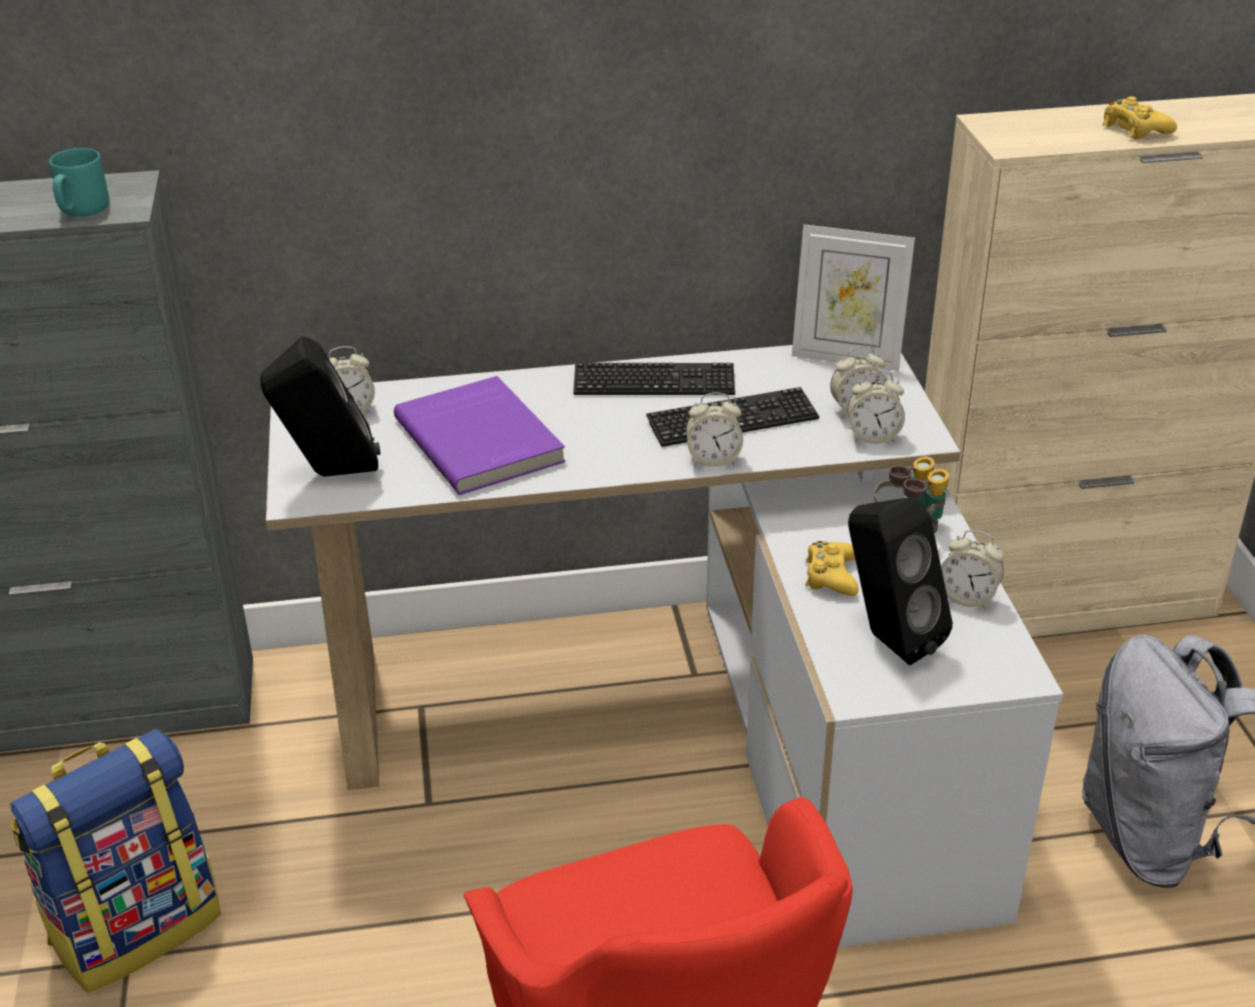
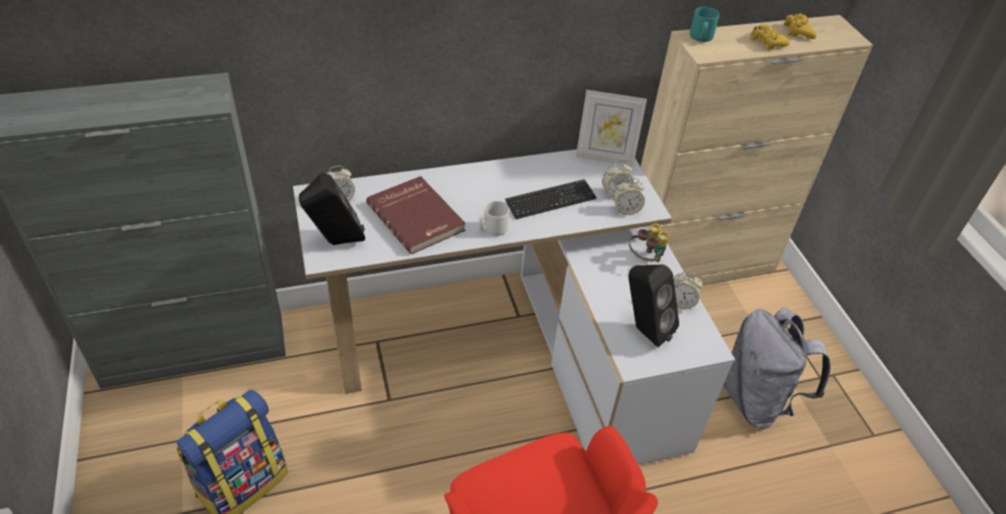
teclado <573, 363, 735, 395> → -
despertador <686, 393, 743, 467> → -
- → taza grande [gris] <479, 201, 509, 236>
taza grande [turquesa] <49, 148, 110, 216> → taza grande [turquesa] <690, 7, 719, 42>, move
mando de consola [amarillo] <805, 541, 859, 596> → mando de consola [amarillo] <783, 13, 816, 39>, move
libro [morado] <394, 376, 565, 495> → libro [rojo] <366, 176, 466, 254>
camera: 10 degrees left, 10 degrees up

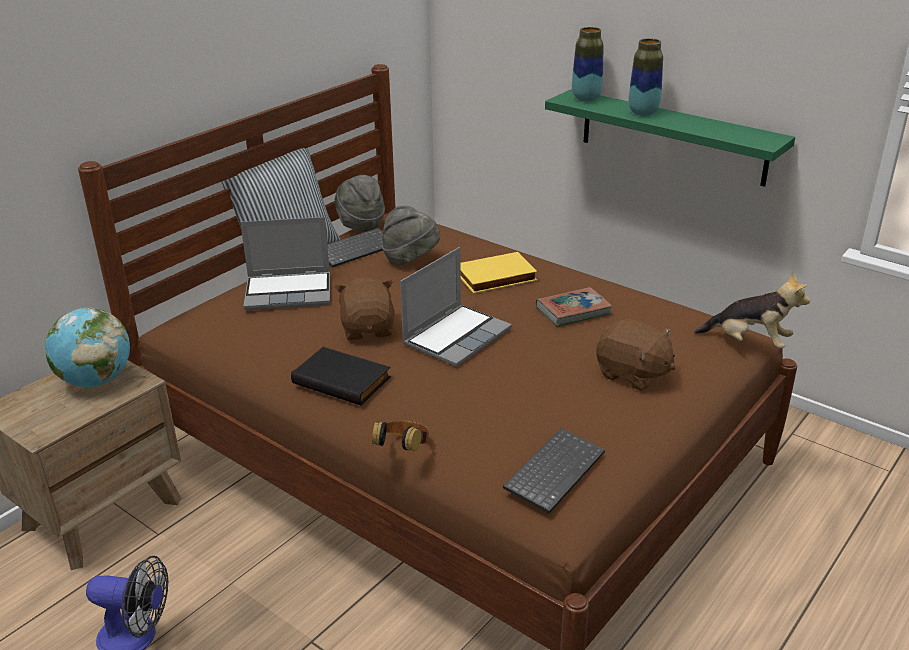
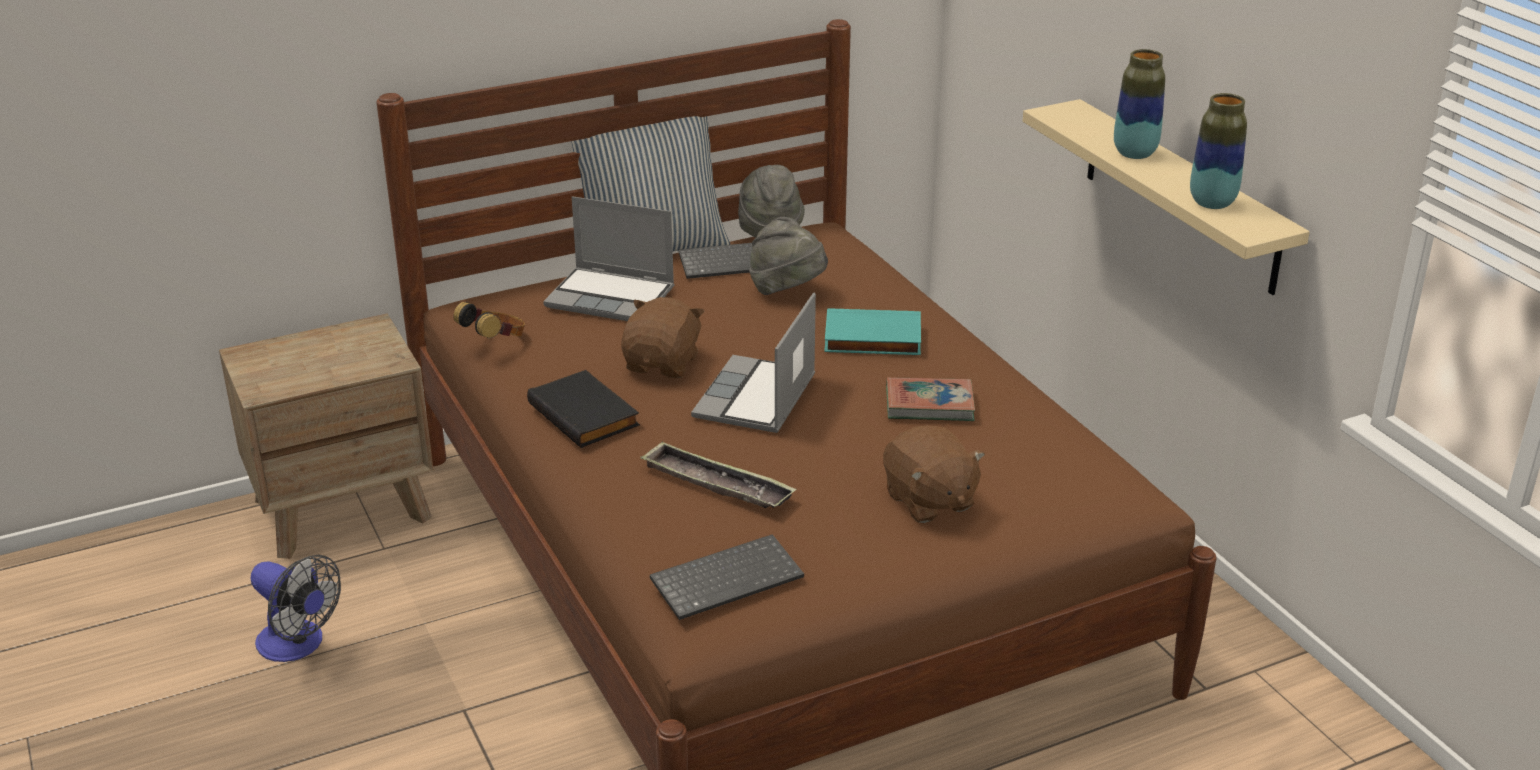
globo terráqueo <45, 308, 130, 387> → -
peluche <694, 272, 810, 348> → -
- → bandeja <640, 441, 797, 508>
auriculares <372, 421, 429, 451> → auriculares <453, 302, 525, 338>, move
florero <572, 27, 603, 102> → florero <1190, 93, 1247, 209>, move
libro [amarillo] <461, 252, 537, 294> → libro [turquesa] <824, 309, 921, 355>
estante [verde] <545, 89, 795, 187> → estante [beis] <1023, 99, 1310, 295>
portátil <400, 247, 512, 367> → portátil <691, 292, 816, 433>, 135 degrees clockwise
camera: 25 degrees right, 0 degrees up

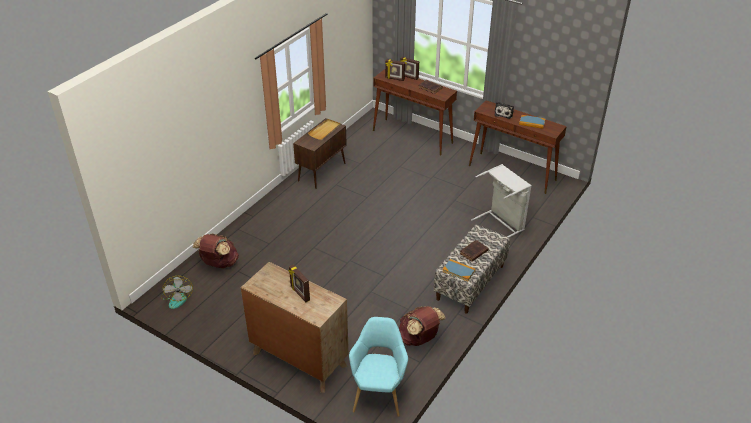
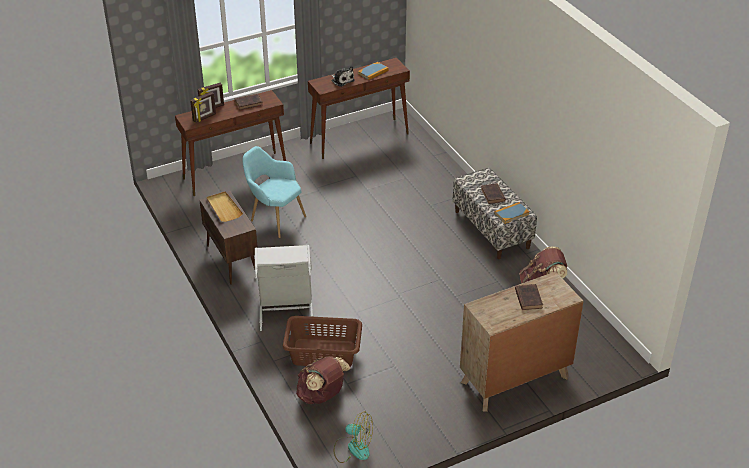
- → cesto de la ropa [marrón] <283, 316, 362, 367>
sillón [turquesa] <349, 317, 408, 417> → sillón [turquesa] <243, 146, 306, 238>, move
cesto de la ropa [gris] <471, 164, 532, 237> → cesto de la ropa [gris] <255, 245, 313, 331>, move
portarretratos <288, 265, 310, 302> → libro [marrón] <515, 284, 543, 310>
camera: 60 degrees left, 0 degrees up

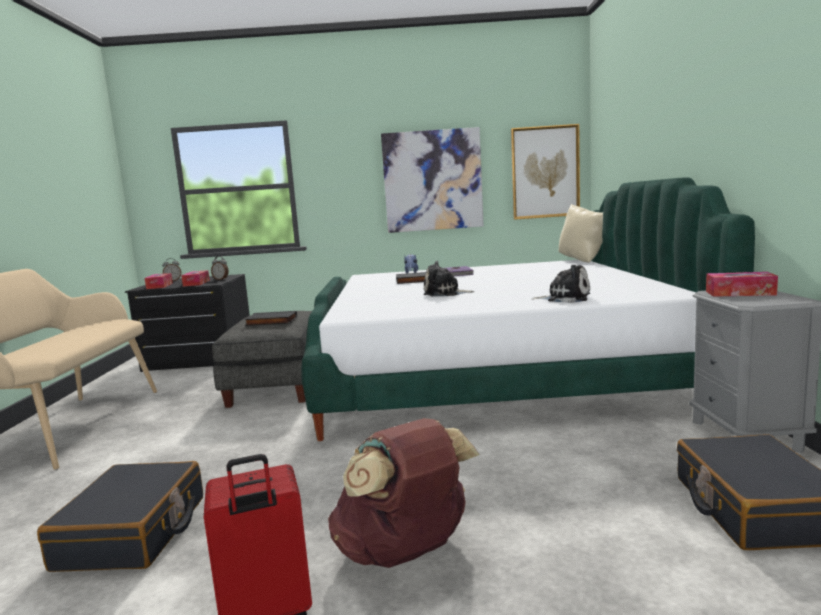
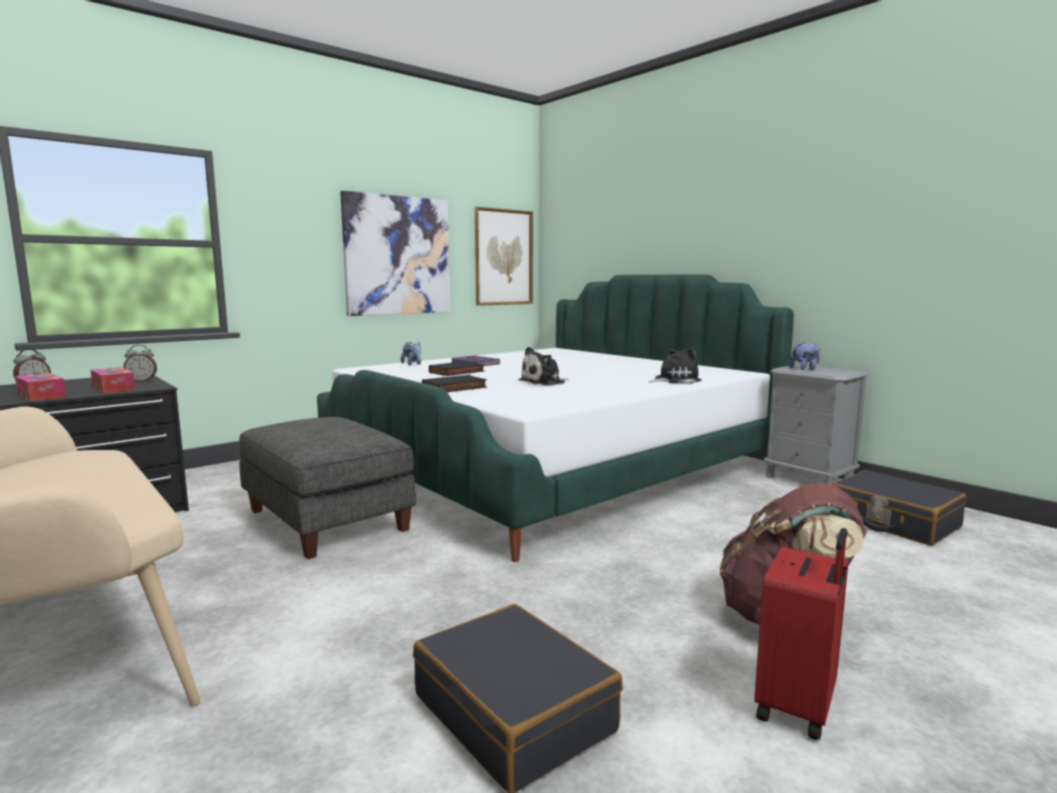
cojín [beis] <559, 204, 603, 263> → -
libro [negro] <244, 311, 297, 326> → libro [negro] <422, 375, 487, 392>, move
caja de pañuelos <706, 272, 778, 297> → peluche <789, 342, 820, 370>
camera: 40 degrees left, 0 degrees up

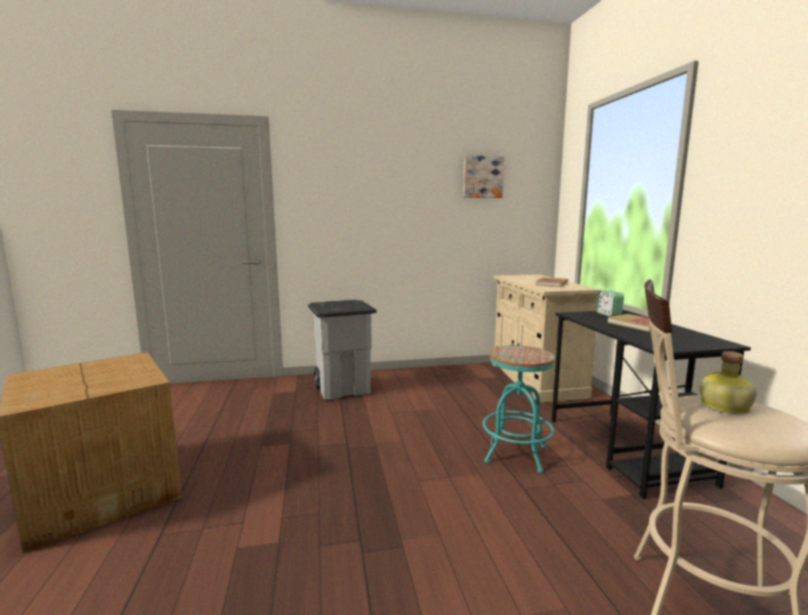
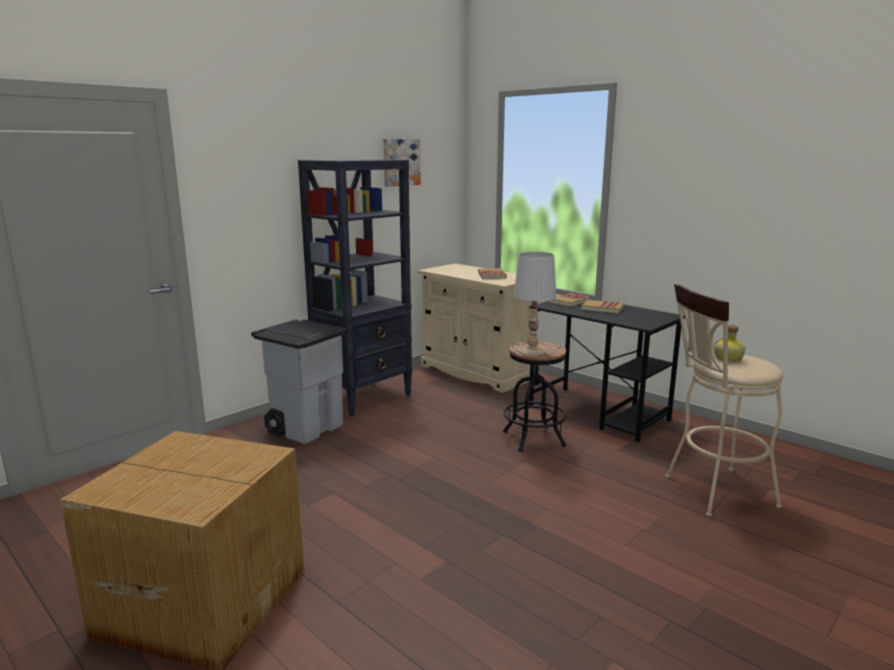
- → estantería [negro] <298, 159, 413, 417>
- → lámpara de mesa [blanco] <514, 252, 556, 356>
despertador <596, 290, 624, 317> → libro <548, 293, 590, 307>
taburete [turquesa] <483, 345, 555, 473> → taburete [negro] <503, 341, 567, 452>
camera: 35 degrees left, 5 degrees up

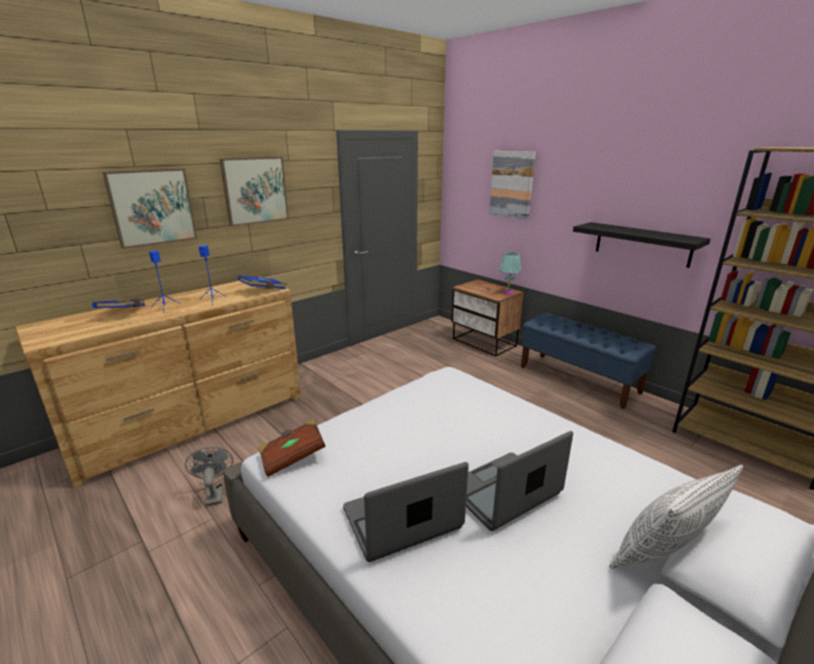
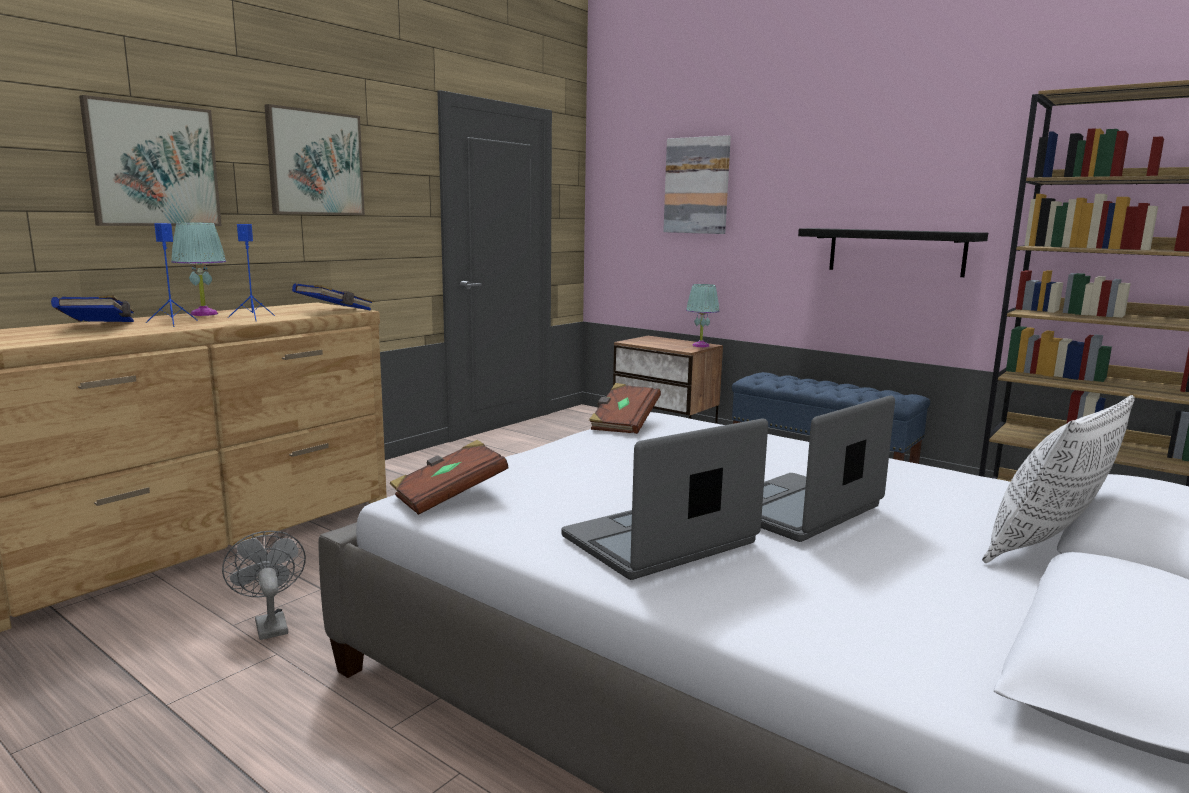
- → lámpara de mesa [turquesa] <171, 222, 226, 316>
- → libro [marrón] <589, 383, 661, 434>
camera: 10 degrees left, 10 degrees down

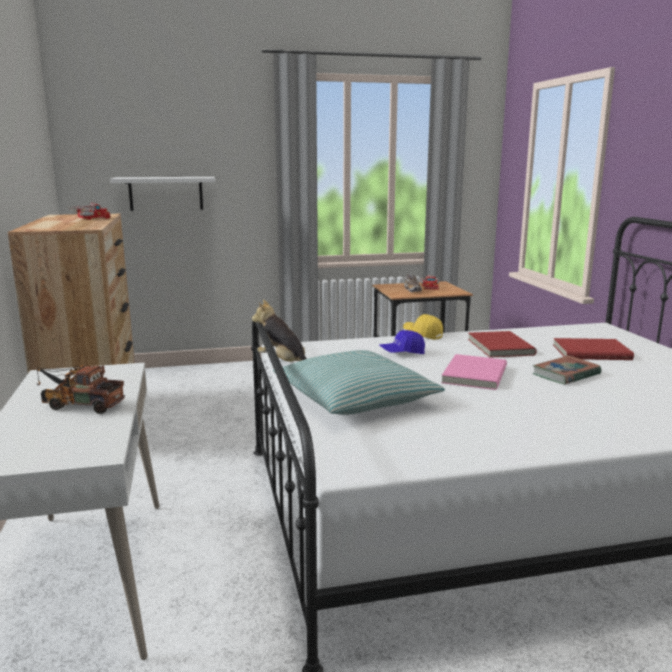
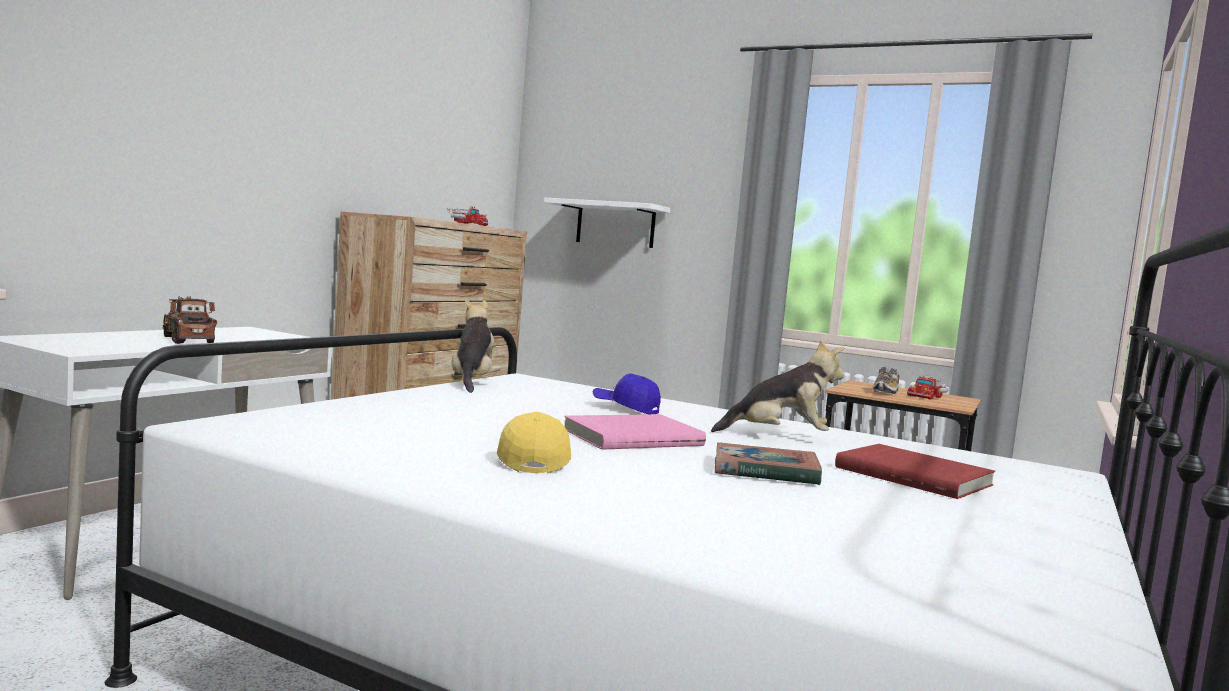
cojín <273, 350, 445, 415> → -
gorra [amarillo] <403, 314, 443, 340> → gorra [amarillo] <497, 412, 571, 474>, move
libro [rojo] <468, 331, 537, 357> → peluche <711, 340, 844, 432>
camera: 40 degrees right, 10 degrees down

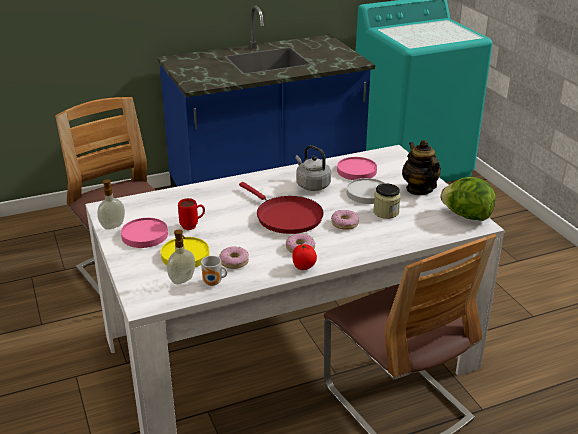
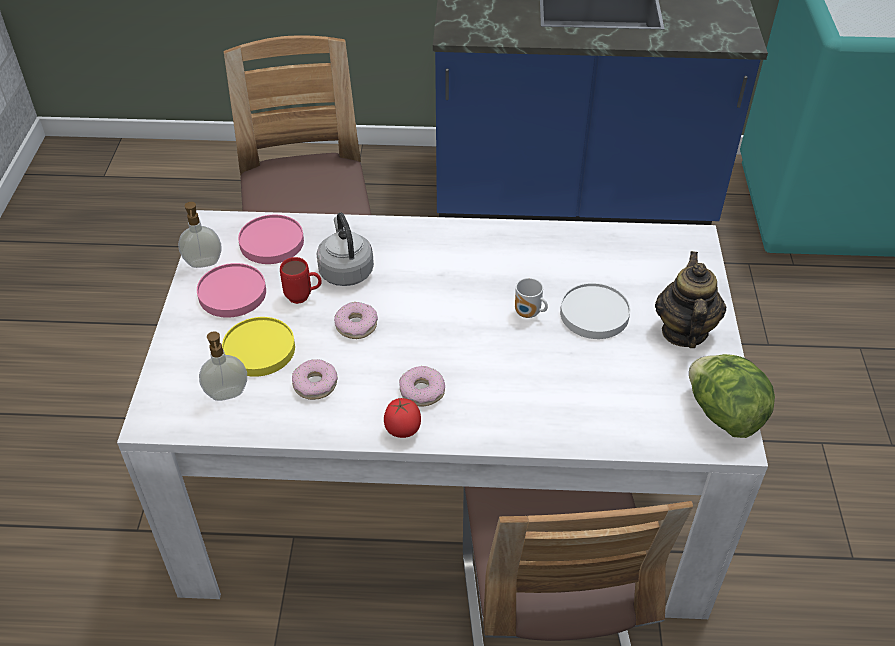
sartén [rojo] <239, 182, 324, 234> → -
tarro <373, 183, 401, 219> → -
taza grande <201, 256, 227, 286> → taza grande <515, 278, 548, 318>, move
hervidor [gris] <295, 145, 331, 191> → hervidor [gris] <317, 213, 374, 286>, move
rosquilla <331, 210, 359, 230> → rosquilla <334, 302, 378, 339>, move
plato [rosa] <337, 157, 377, 180> → plato [rosa] <238, 215, 304, 264>, move
camera: 25 degrees right, 15 degrees up

